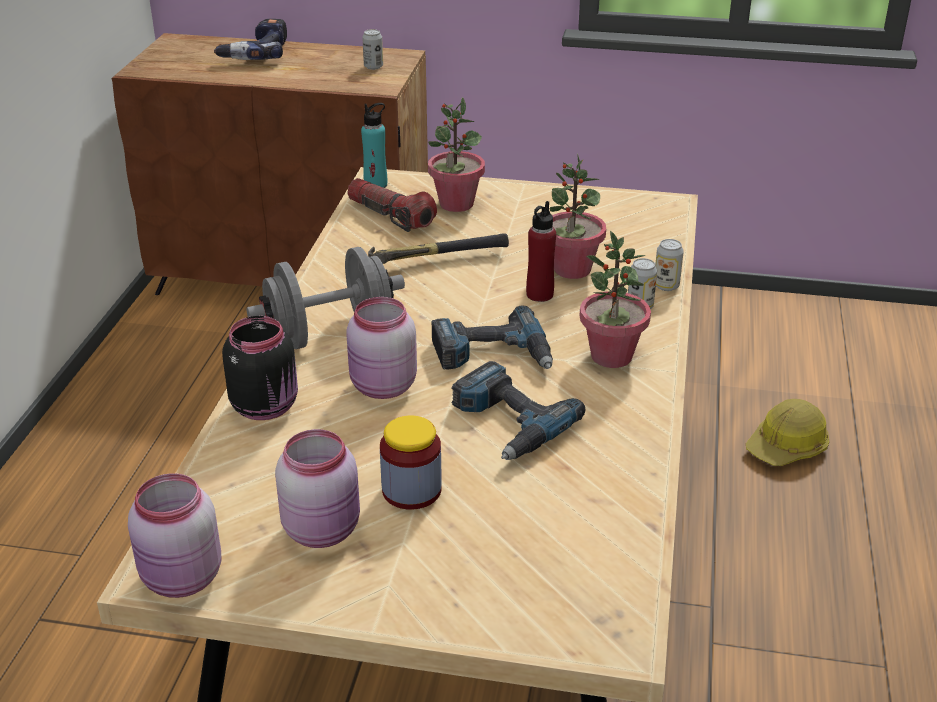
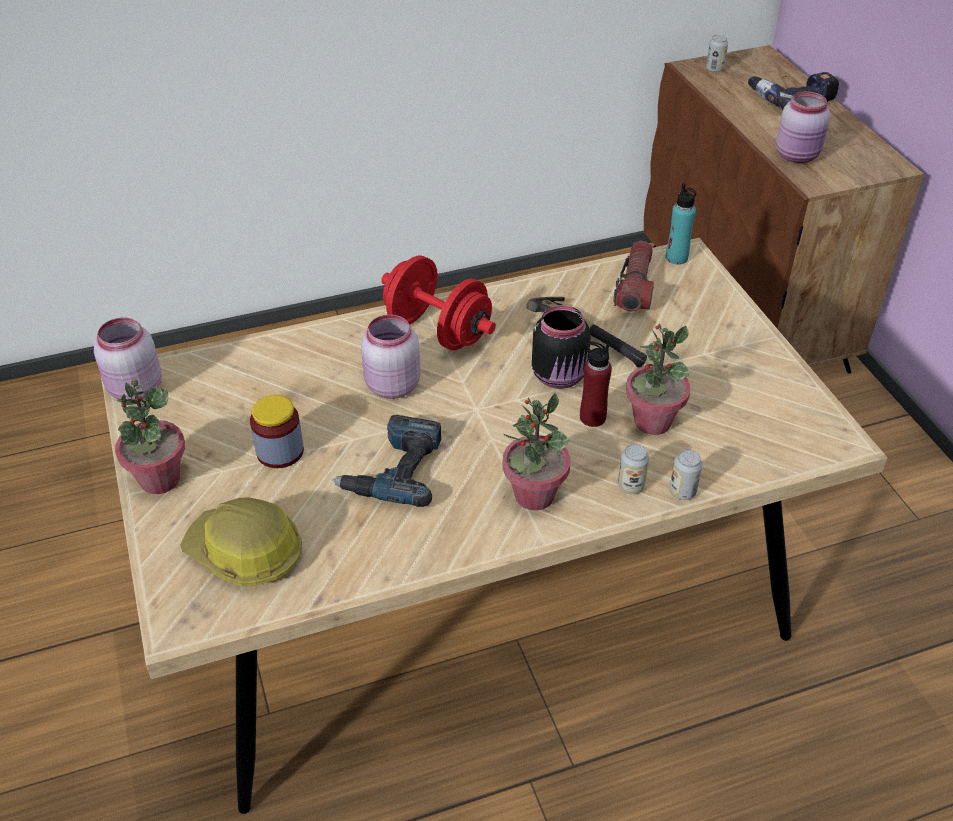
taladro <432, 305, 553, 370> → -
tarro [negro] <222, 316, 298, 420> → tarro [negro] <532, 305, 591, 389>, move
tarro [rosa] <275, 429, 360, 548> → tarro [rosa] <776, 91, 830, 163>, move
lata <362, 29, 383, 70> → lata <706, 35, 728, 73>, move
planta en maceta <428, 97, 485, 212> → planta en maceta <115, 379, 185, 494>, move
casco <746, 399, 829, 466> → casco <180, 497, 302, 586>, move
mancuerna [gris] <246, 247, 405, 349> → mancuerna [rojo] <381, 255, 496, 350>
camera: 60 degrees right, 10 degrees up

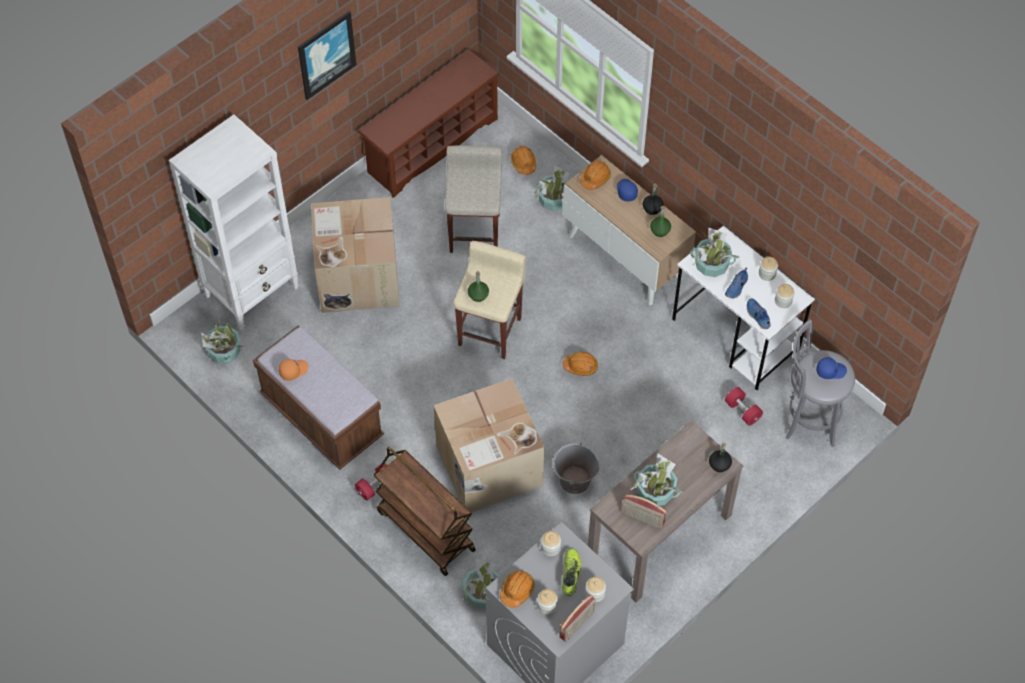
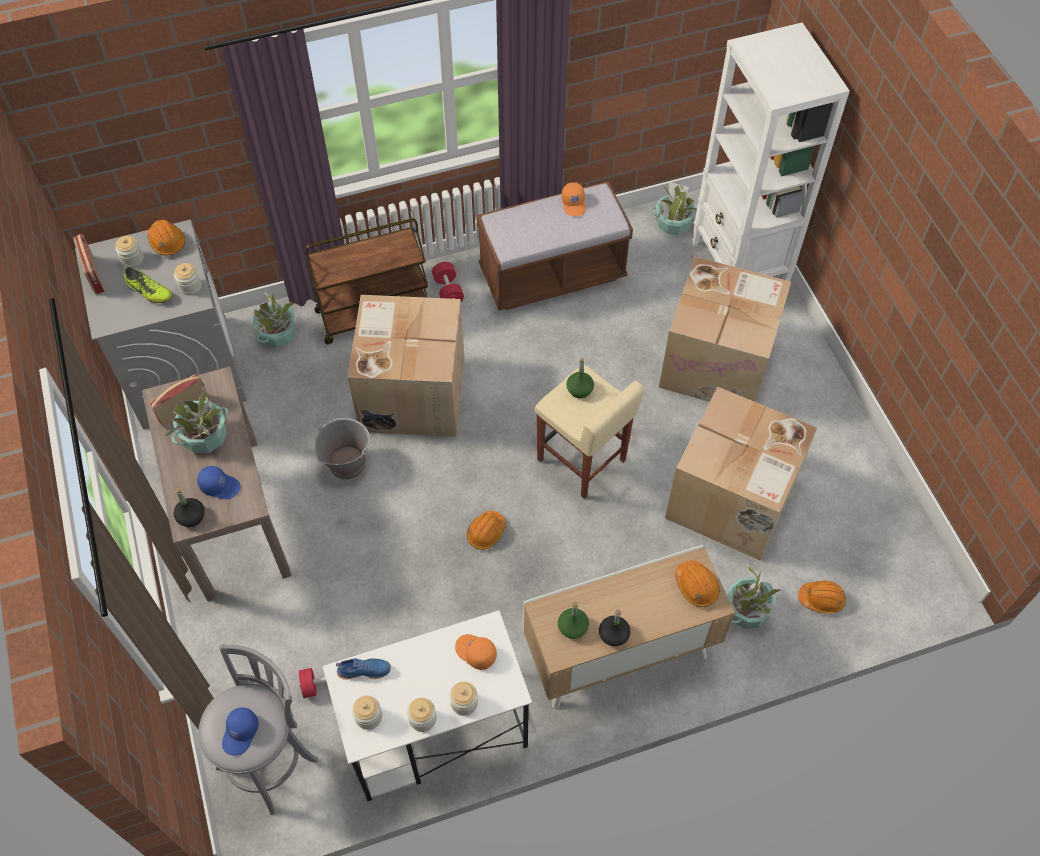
cuadro <298, 11, 356, 100> → -
zapatero [marrón] <358, 49, 500, 198> → -
zapato [azul] <725, 268, 748, 298> → -
tarro <585, 577, 606, 602> → tarro <450, 682, 478, 716>, move
gorra [azul] <617, 179, 638, 201> → gorra [azul] <197, 466, 241, 499>, move
taburete [beis] <445, 145, 502, 253> → caja de cartón <665, 387, 817, 560>
planta en maceta <690, 228, 740, 277> → gorra [naranja] <455, 634, 497, 670>
camera: 115 degrees right, 0 degrees up

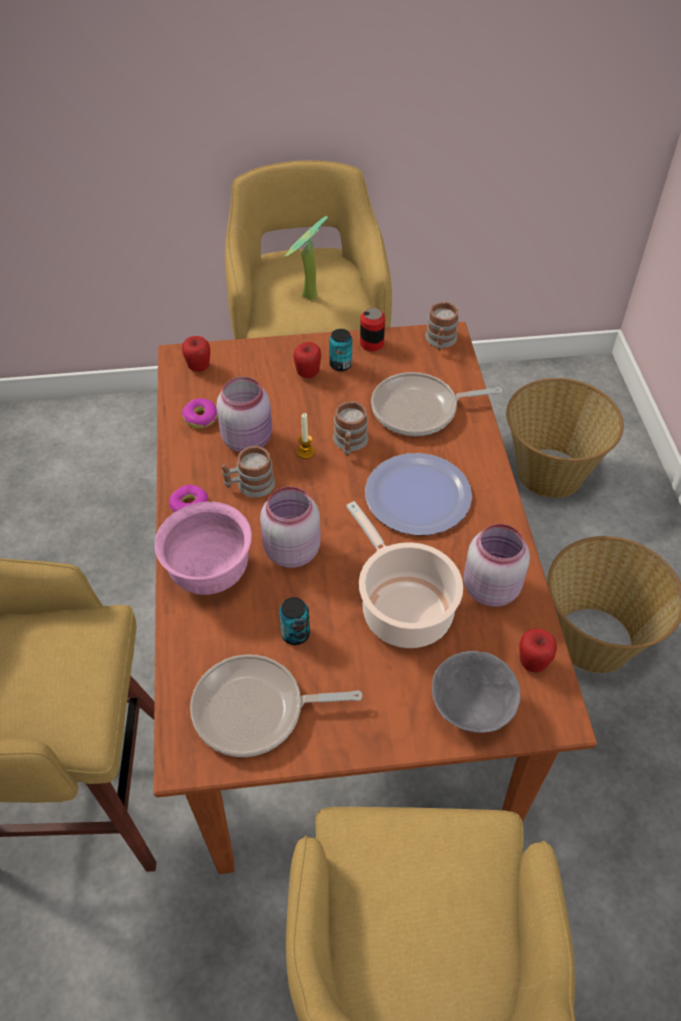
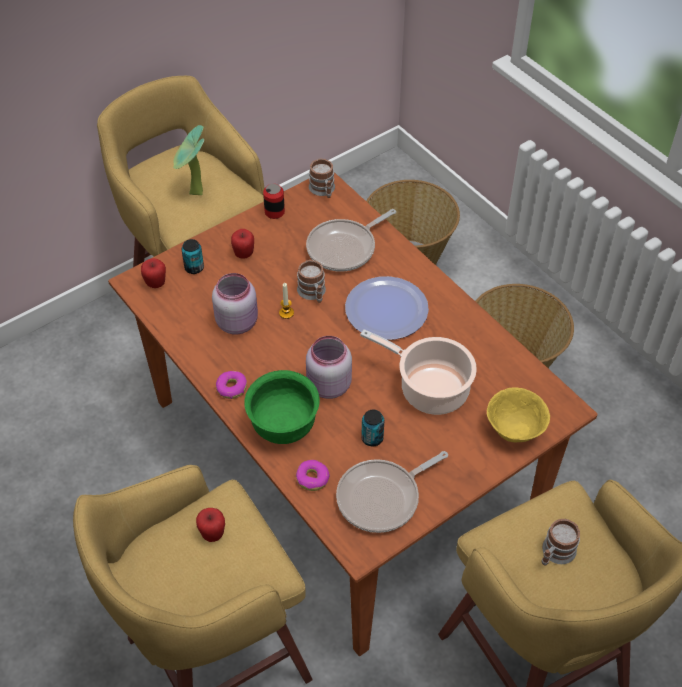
tarro [rosa] <463, 524, 530, 607> → -
rosquilla <182, 398, 217, 428> → rosquilla <296, 460, 330, 491>, move
taza grande <221, 446, 275, 497> → taza grande <541, 519, 580, 566>, move
lata <329, 329, 353, 371> → lata <182, 239, 204, 274>, move
manzana <520, 628, 557, 673> → manzana <196, 508, 225, 542>, move
cuenco [rosa] <155, 502, 252, 595> → cuenco [verde] <244, 370, 320, 444>
cuenco [gris] <432, 651, 520, 733> → cuenco [amarillo] <487, 387, 550, 442>
camera: 30 degrees left, 0 degrees up

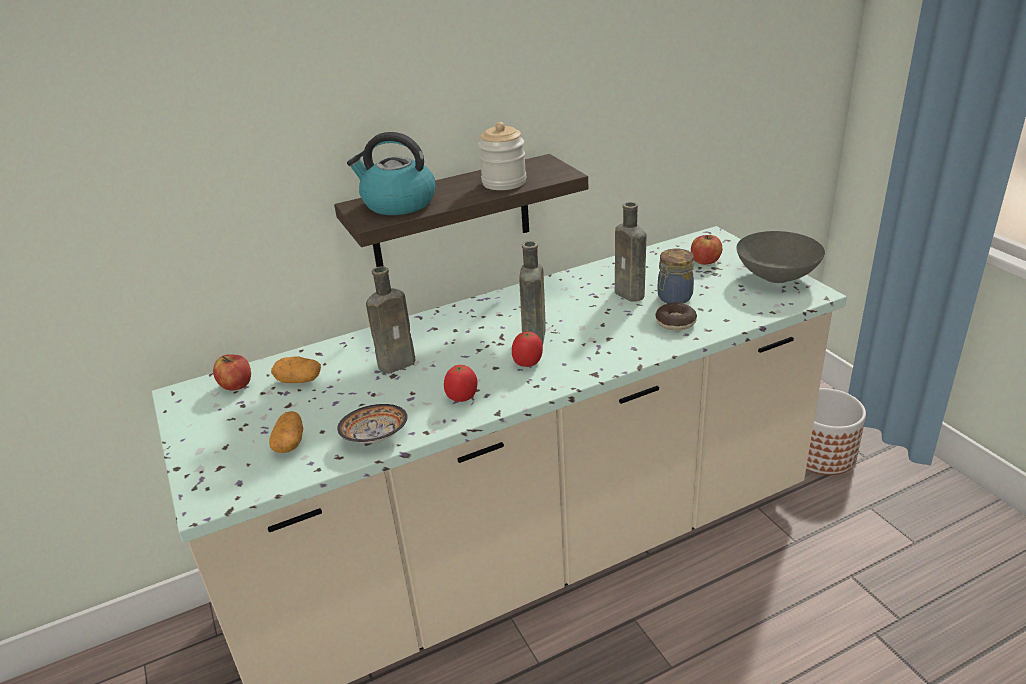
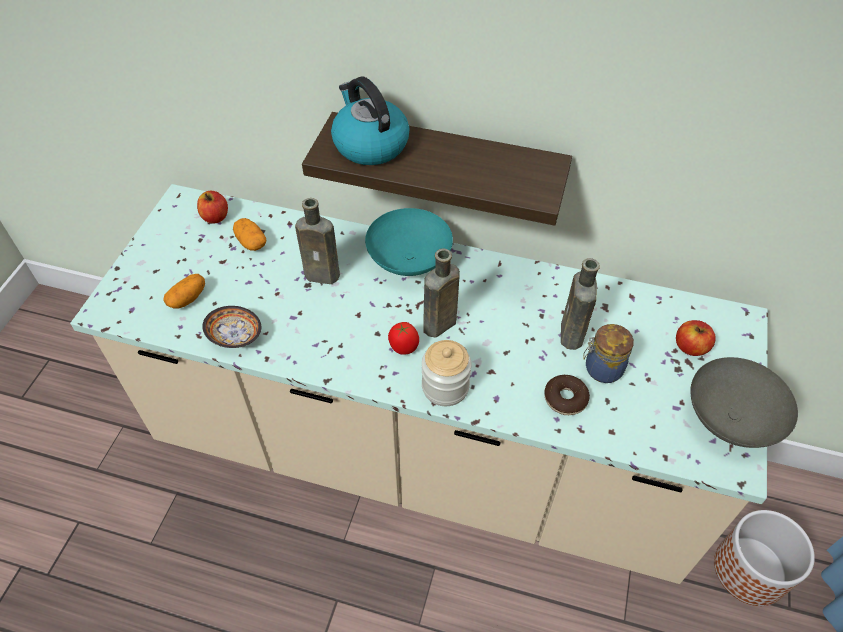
tomate <444, 365, 477, 402> → -
- → cuenco [turquesa] <365, 208, 453, 276>
tarro <478, 122, 526, 190> → tarro <422, 340, 472, 406>, move
camera: 40 degrees right, 20 degrees up

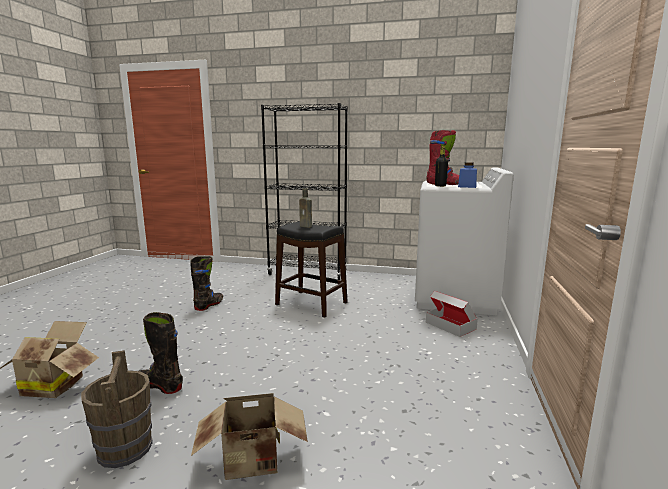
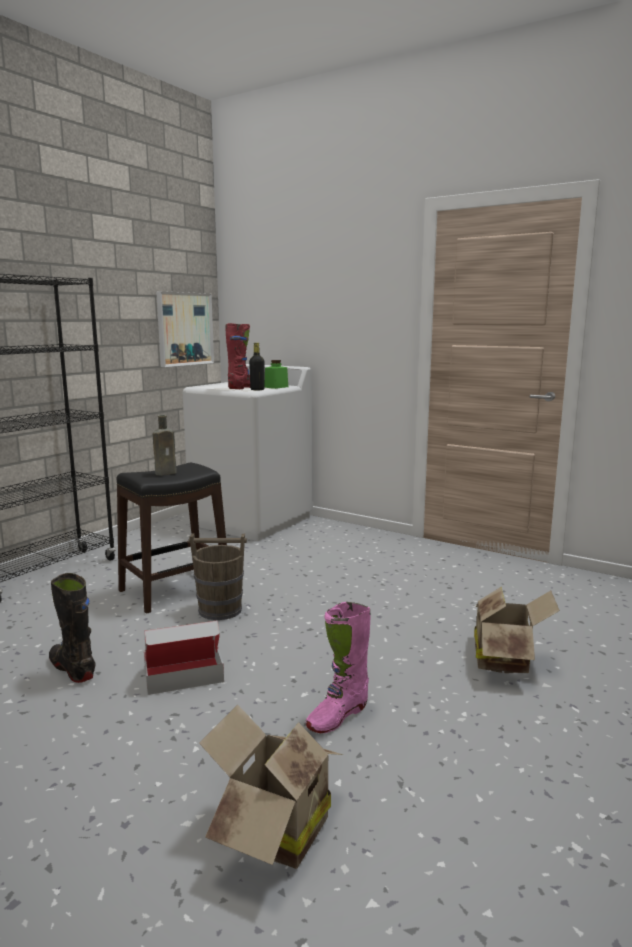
- → cuadro <156, 291, 214, 367>
cubo [marrón] <81, 350, 152, 468> → cubo [marrón] <189, 533, 247, 620>, move
caja de cartón <426, 291, 478, 337> → caja de cartón <144, 620, 224, 695>, move
bota [negro] <139, 312, 183, 394> → bota [rosa] <305, 602, 371, 733>
tarro [azul] <458, 162, 477, 188> → tarro [verde] <264, 360, 288, 389>
camera: 70 degrees left, 0 degrees up

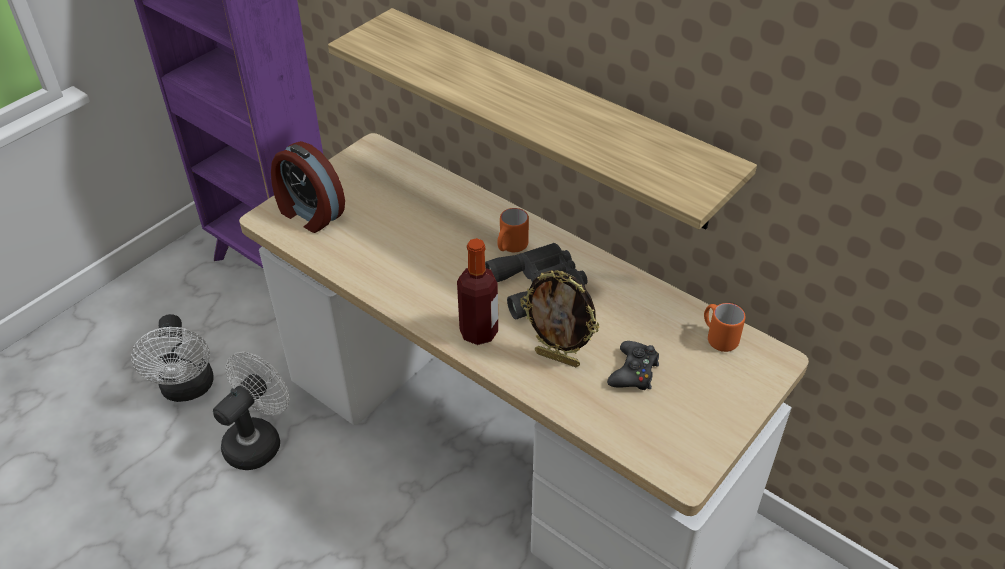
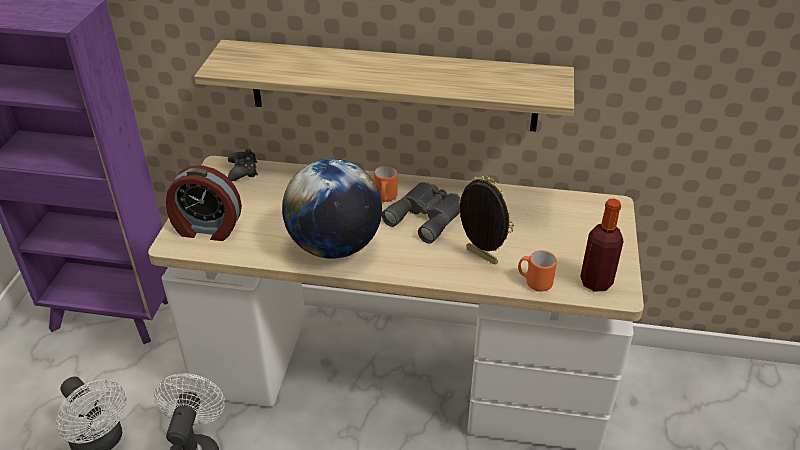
- → globo terráqueo <282, 159, 382, 259>
botella <457, 238, 498, 345> → botella <580, 199, 624, 292>, move
mando de consola [negro] <607, 341, 659, 390> → mando de consola [negro] <228, 149, 258, 181>, move
taza grande [naranja] <704, 303, 746, 352> → taza grande [naranja] <518, 250, 557, 292>, move
portarretratos <520, 270, 600, 367> → portarretratos <459, 175, 514, 264>, 135 degrees counterclockwise
camera: 30 degrees left, 5 degrees down

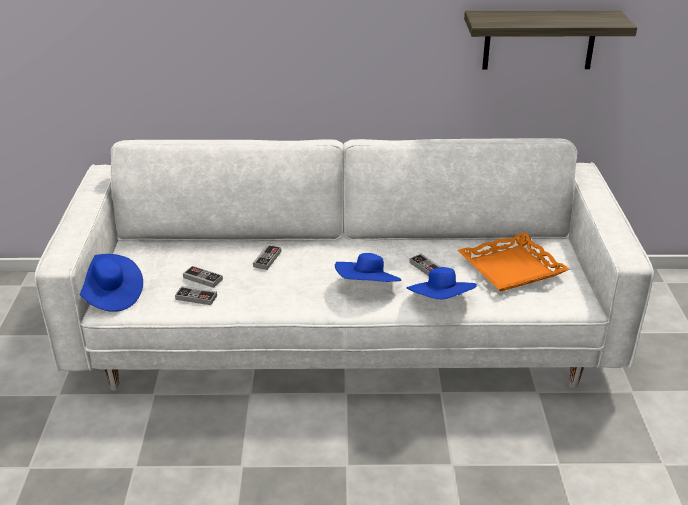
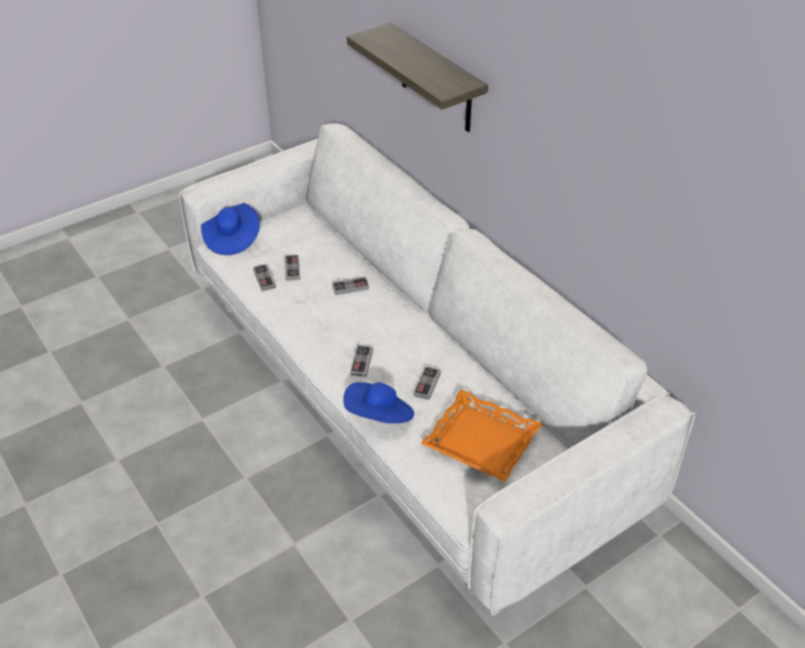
estante <464, 10, 637, 70> → estante <347, 23, 488, 132>, move
sombrero [azul] <335, 253, 401, 282> → mando de consola <350, 345, 373, 377>
camera: 55 degrees right, 10 degrees up

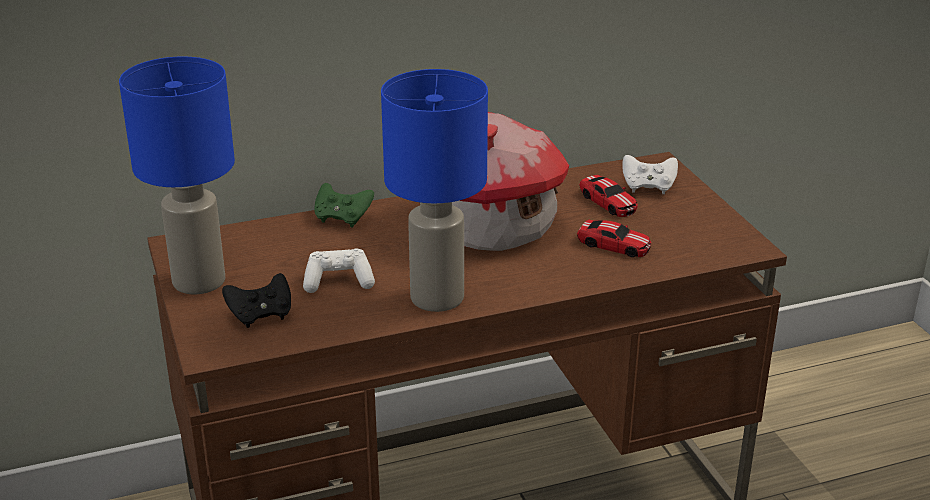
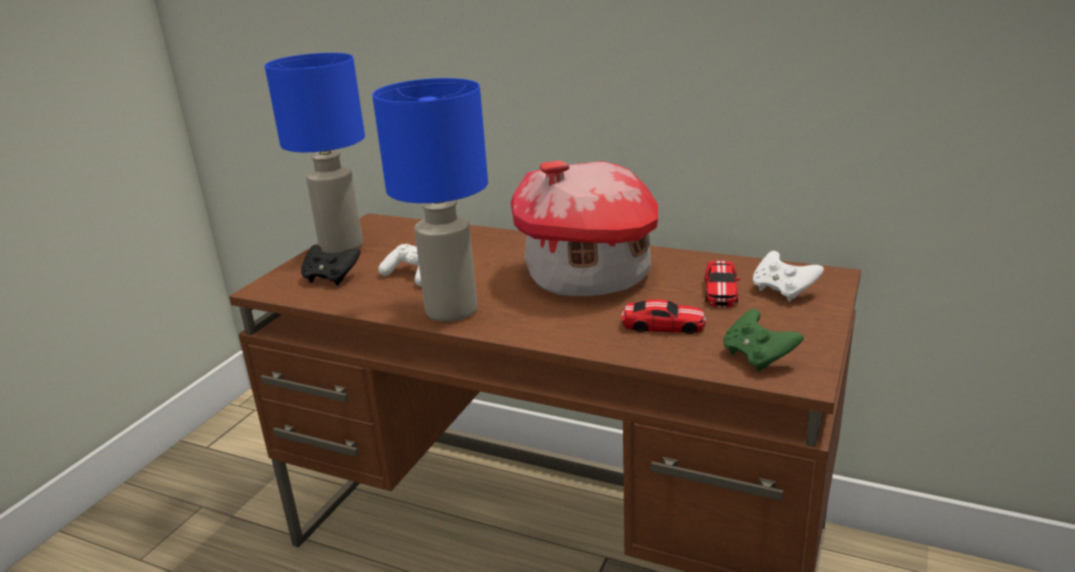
mando de consola [verde] <314, 183, 374, 228> → mando de consola [verde] <723, 309, 804, 372>, move
coche de juguete <577, 220, 651, 257> → coche de juguete <621, 300, 706, 334>, 60 degrees counterclockwise
camera: 45 degrees right, 5 degrees down

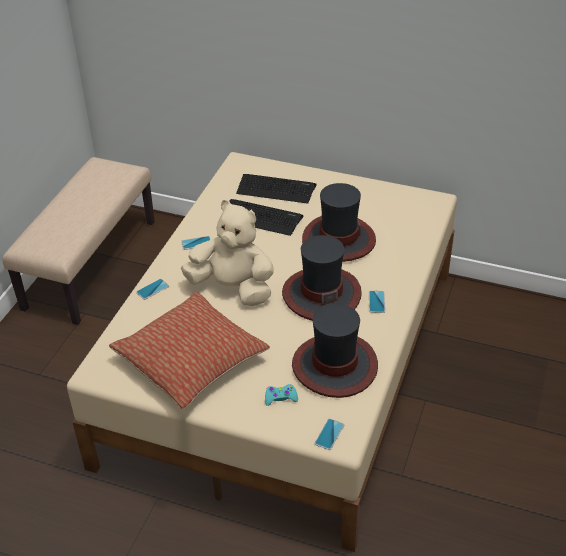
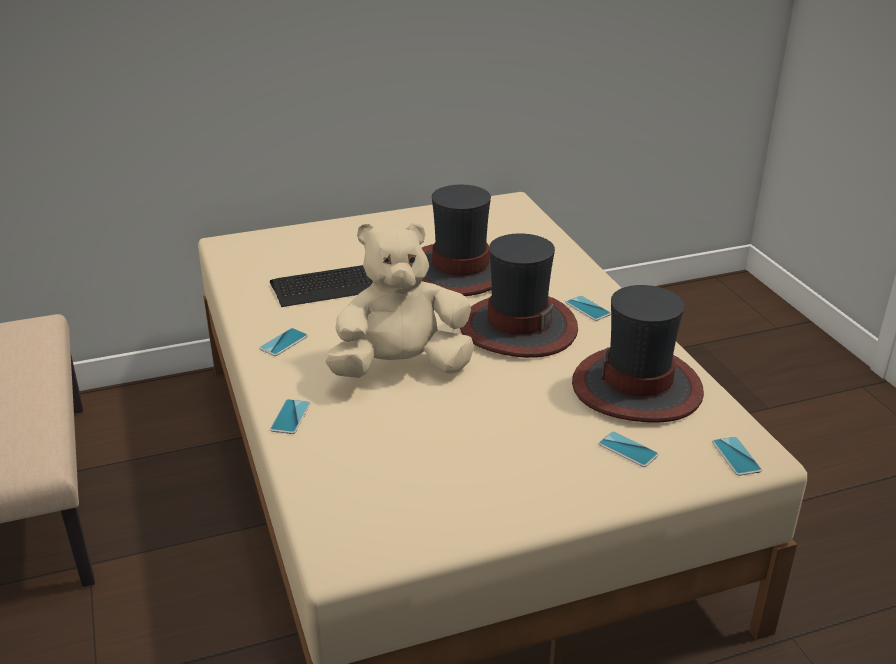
cojín <109, 292, 270, 409> → -
teclado <236, 174, 317, 204> → -
mando de consola [turquesa] <265, 384, 298, 406> → móvil <598, 431, 659, 467>
camera: 40 degrees left, 10 degrees down

